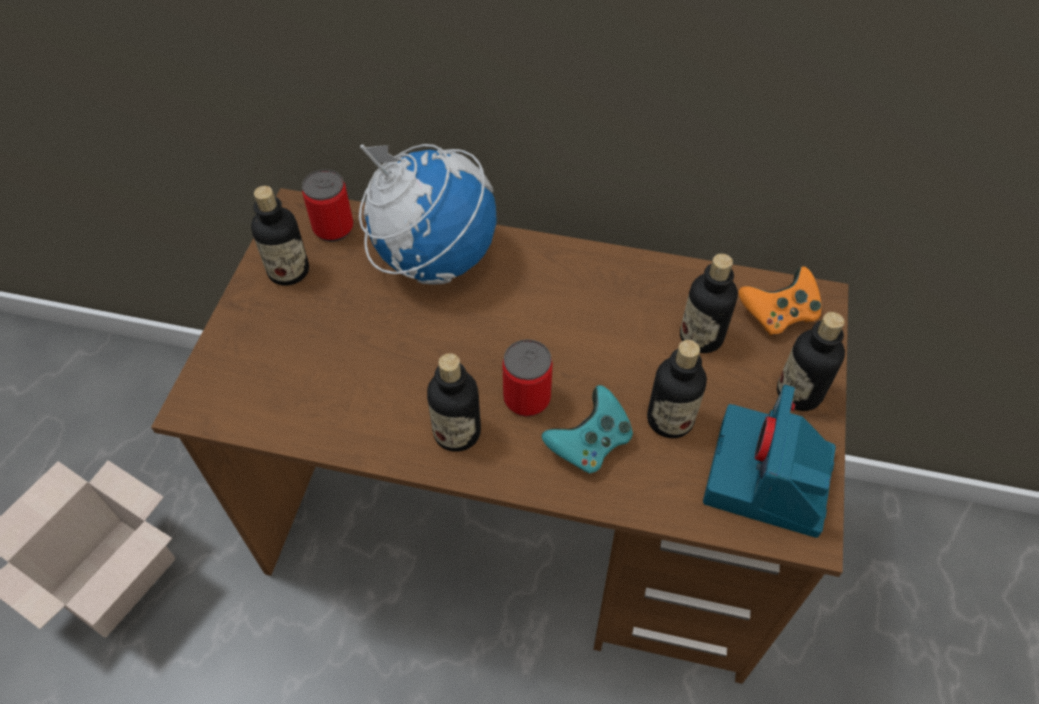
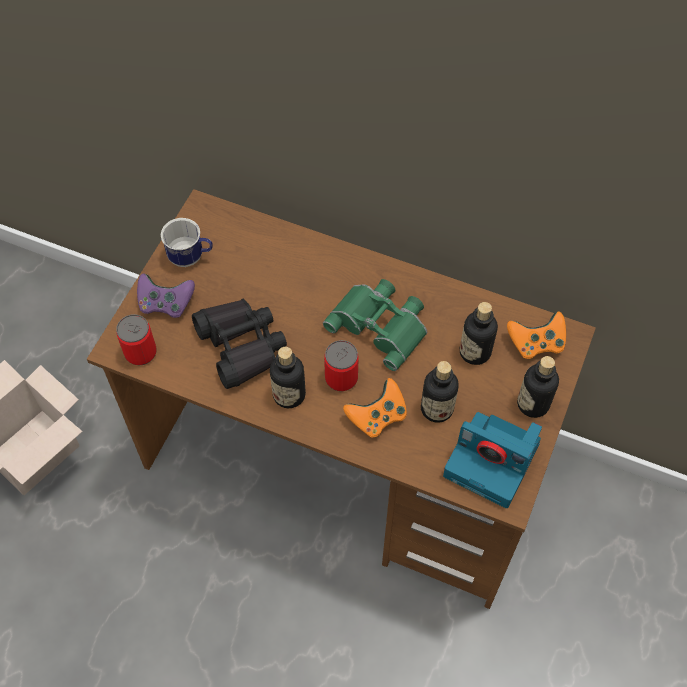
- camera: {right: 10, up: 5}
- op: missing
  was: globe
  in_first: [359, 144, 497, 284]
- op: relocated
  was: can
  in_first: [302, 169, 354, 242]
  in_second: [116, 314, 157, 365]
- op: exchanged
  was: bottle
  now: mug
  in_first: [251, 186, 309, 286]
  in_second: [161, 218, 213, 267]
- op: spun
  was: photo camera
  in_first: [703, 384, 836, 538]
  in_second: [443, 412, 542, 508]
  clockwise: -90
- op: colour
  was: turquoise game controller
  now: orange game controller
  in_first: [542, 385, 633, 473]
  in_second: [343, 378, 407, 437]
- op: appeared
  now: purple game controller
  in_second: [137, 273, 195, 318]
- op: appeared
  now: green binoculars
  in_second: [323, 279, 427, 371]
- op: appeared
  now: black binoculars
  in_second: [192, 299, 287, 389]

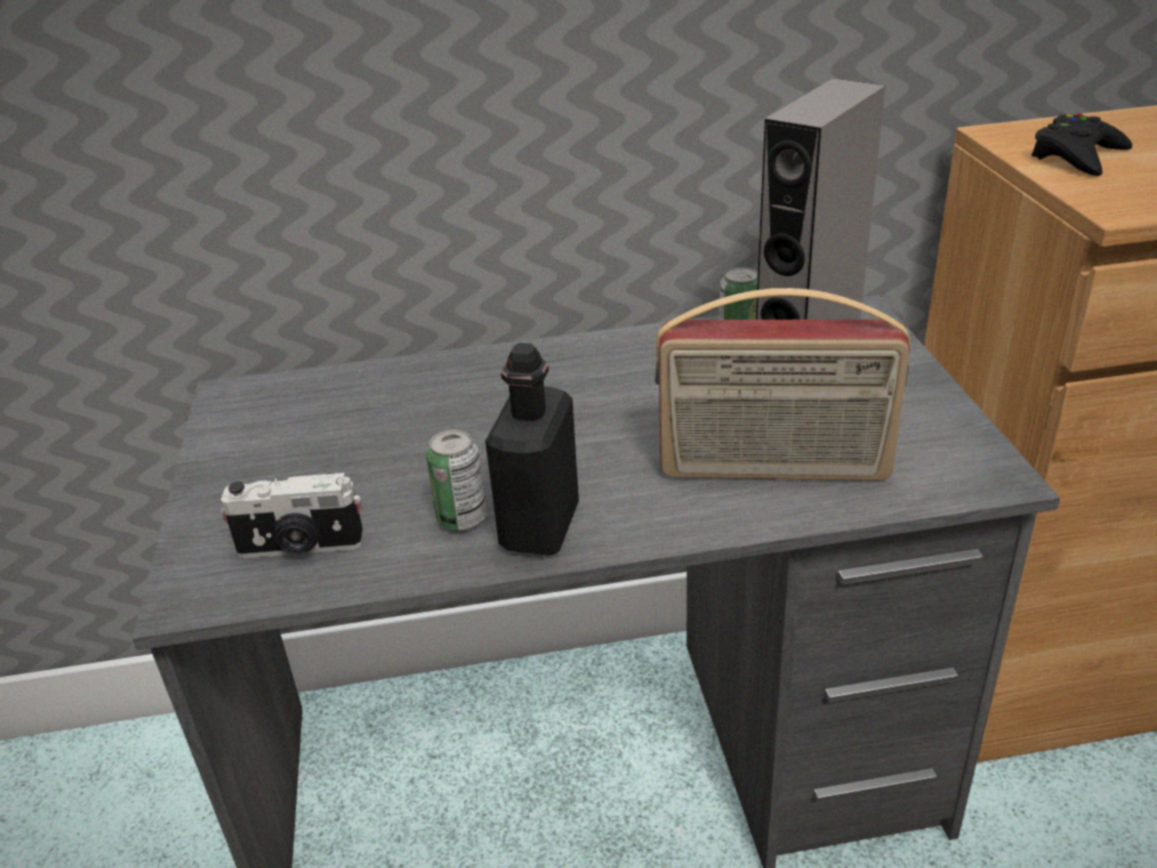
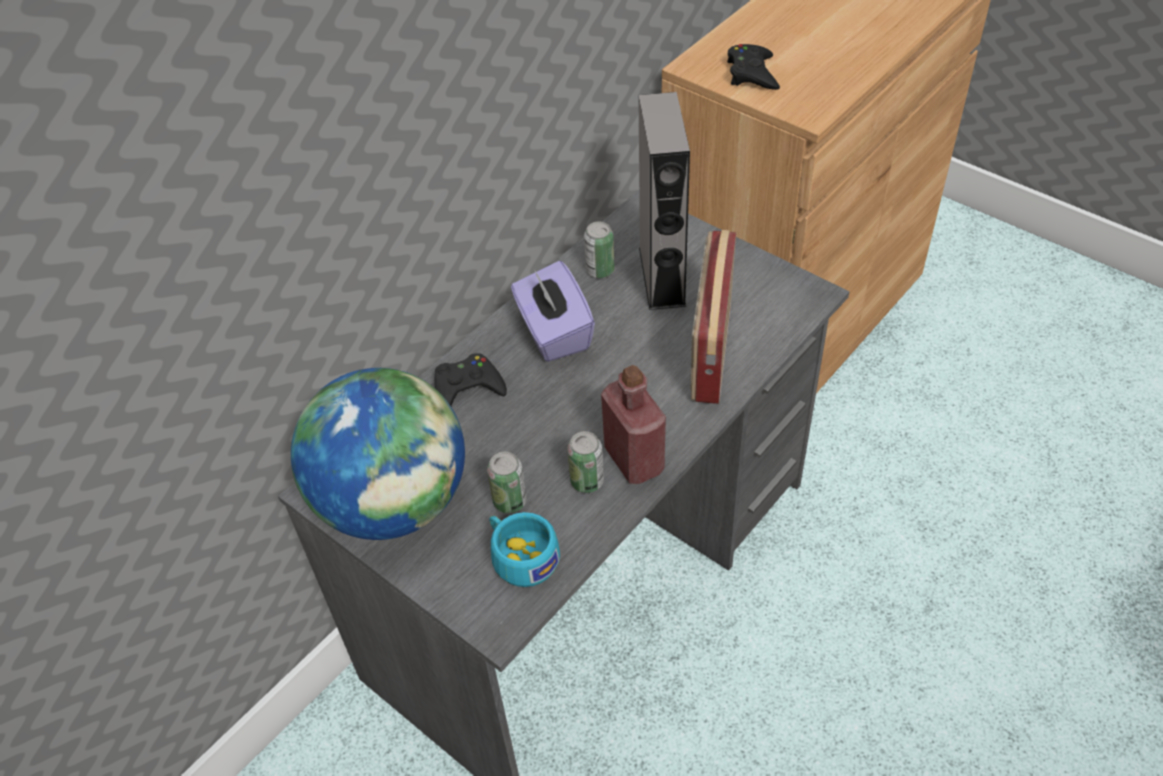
- camera: {right: -40, up: 15}
- op: spun
  was: radio
  in_first: [655, 288, 910, 481]
  in_second: [690, 230, 736, 404]
  clockwise: 135
- op: colour
  was: black bottle
  now: red bottle
  in_first: [485, 343, 579, 556]
  in_second: [601, 365, 666, 484]
- op: exchanged
  was: photo camera
  now: turquoise cup
  in_first: [221, 473, 364, 558]
  in_second: [489, 512, 560, 587]
- op: appeared
  now: purple tissue box
  in_second: [511, 261, 595, 362]
- op: appeared
  now: black game controller
  in_second: [435, 353, 507, 406]
- op: appeared
  now: globe
  in_second: [291, 368, 465, 540]
- op: appeared
  now: can
  in_second: [487, 452, 527, 513]

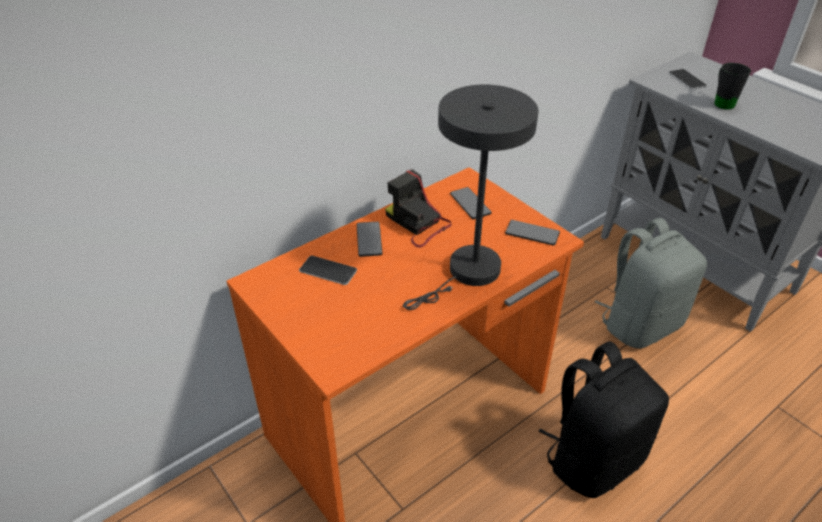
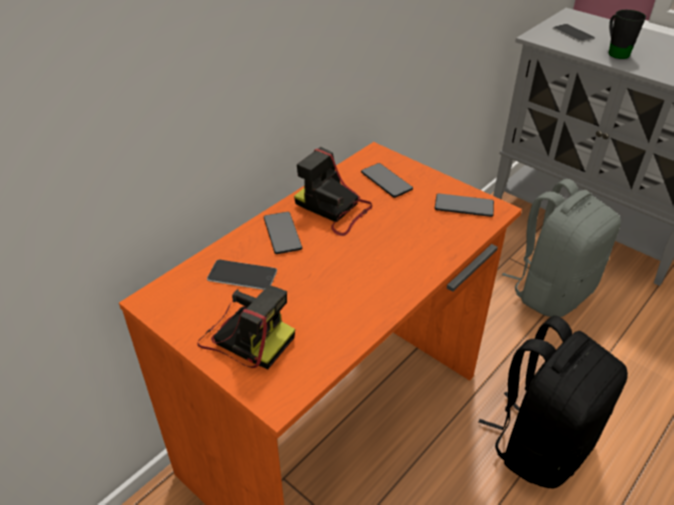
- camera: {right: -10, up: 0}
- op: missing
  was: grey table lamp
  in_first: [403, 84, 539, 310]
- op: appeared
  now: photo camera
  in_second: [197, 285, 295, 369]

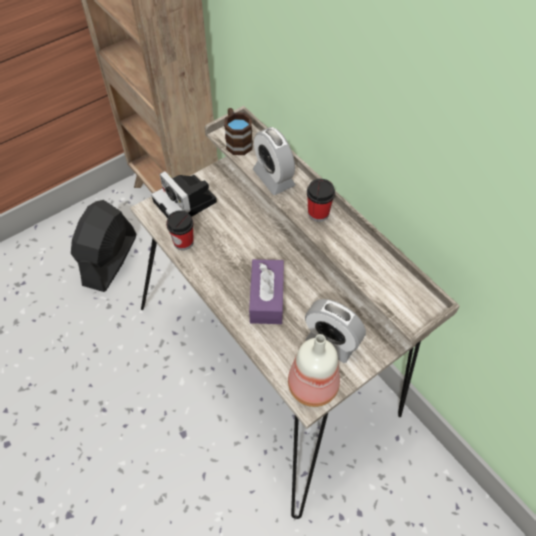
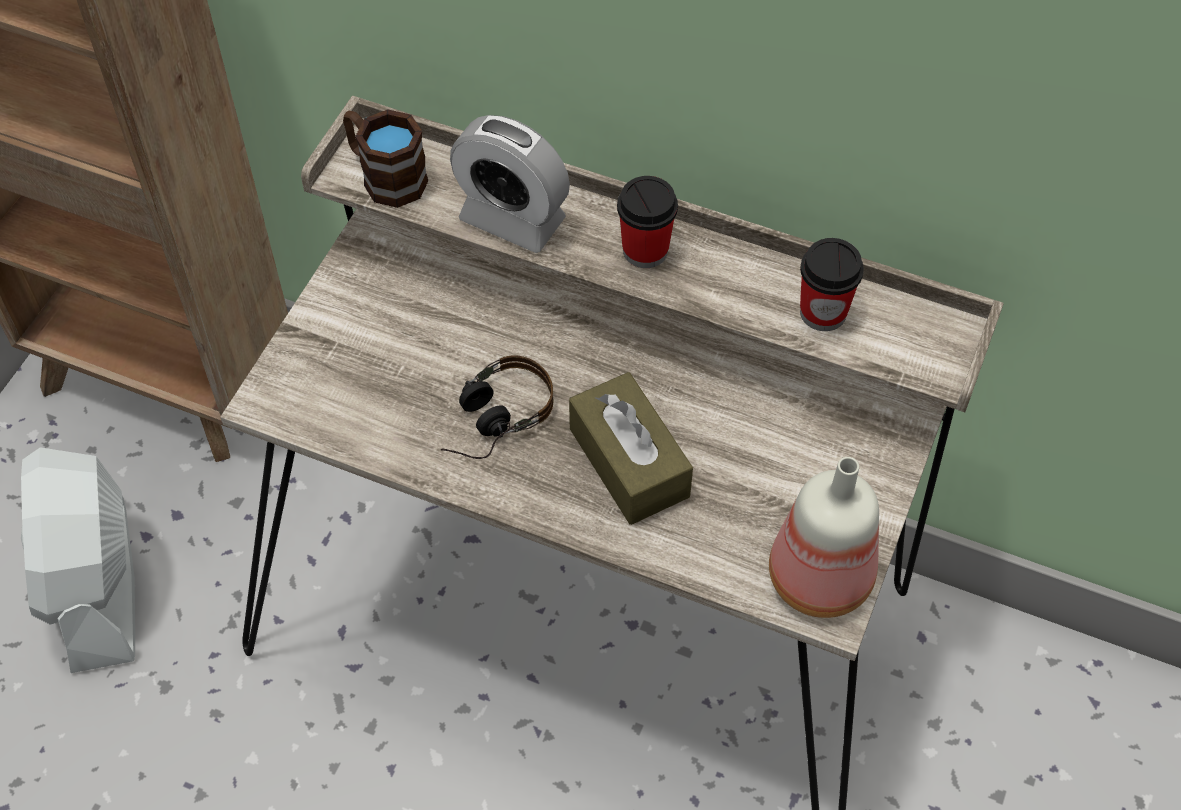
- camera: {right: -30, up: 0}
- op: missing
  was: photo camera
  in_first: [151, 171, 217, 218]
- op: colour
  was: black fan
  now: white fan
  in_first: [71, 200, 136, 292]
  in_second: [21, 447, 135, 673]
- op: relocated
  was: cup
  in_first: [166, 210, 194, 250]
  in_second: [800, 238, 864, 331]
- op: colour
  was: purple tissue box
  now: brown tissue box
  in_first: [249, 259, 284, 324]
  in_second: [569, 372, 693, 525]
- op: missing
  was: alarm clock
  in_first: [305, 299, 366, 363]
- op: appeared
  now: headphones
  in_second: [441, 355, 554, 459]

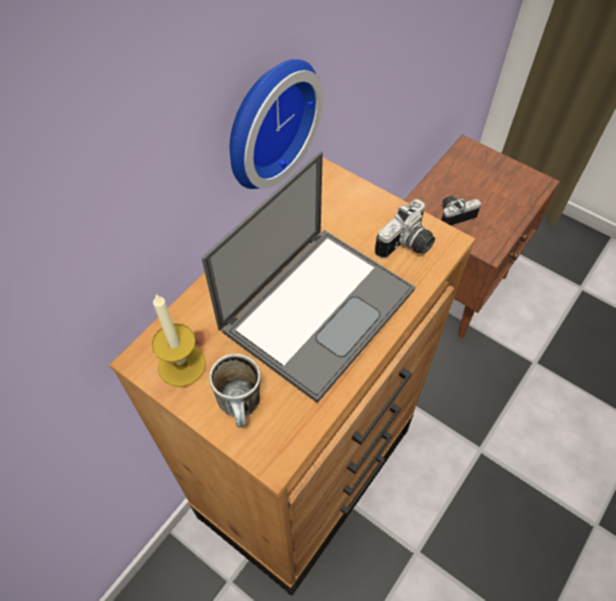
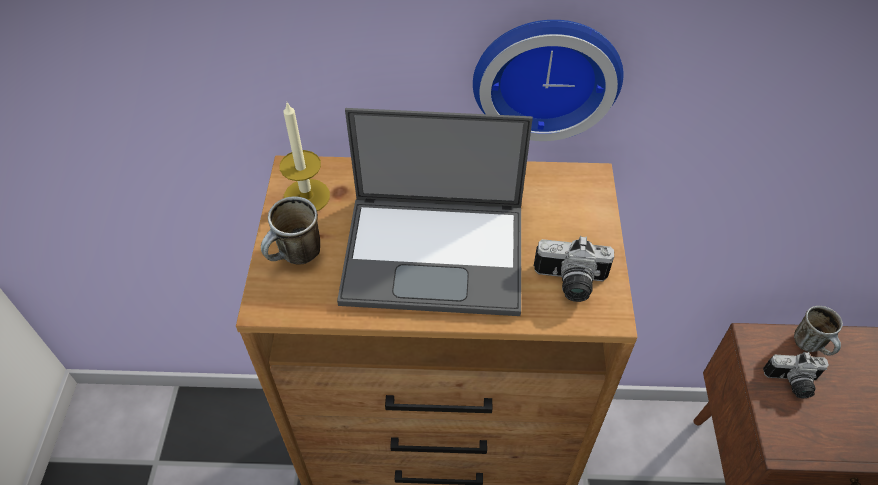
- camera: {right: 55, up: -5}
- op: spun
  was: photo camera
  in_first: [441, 196, 481, 226]
  in_second: [763, 352, 829, 398]
  clockwise: 150
- op: appeared
  now: mug
  in_second: [794, 306, 843, 356]

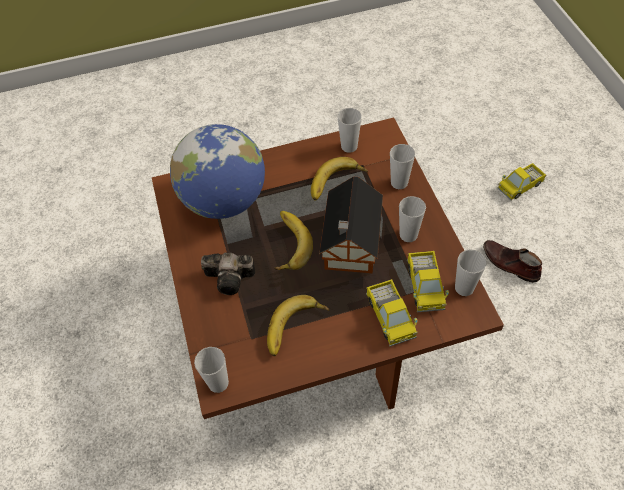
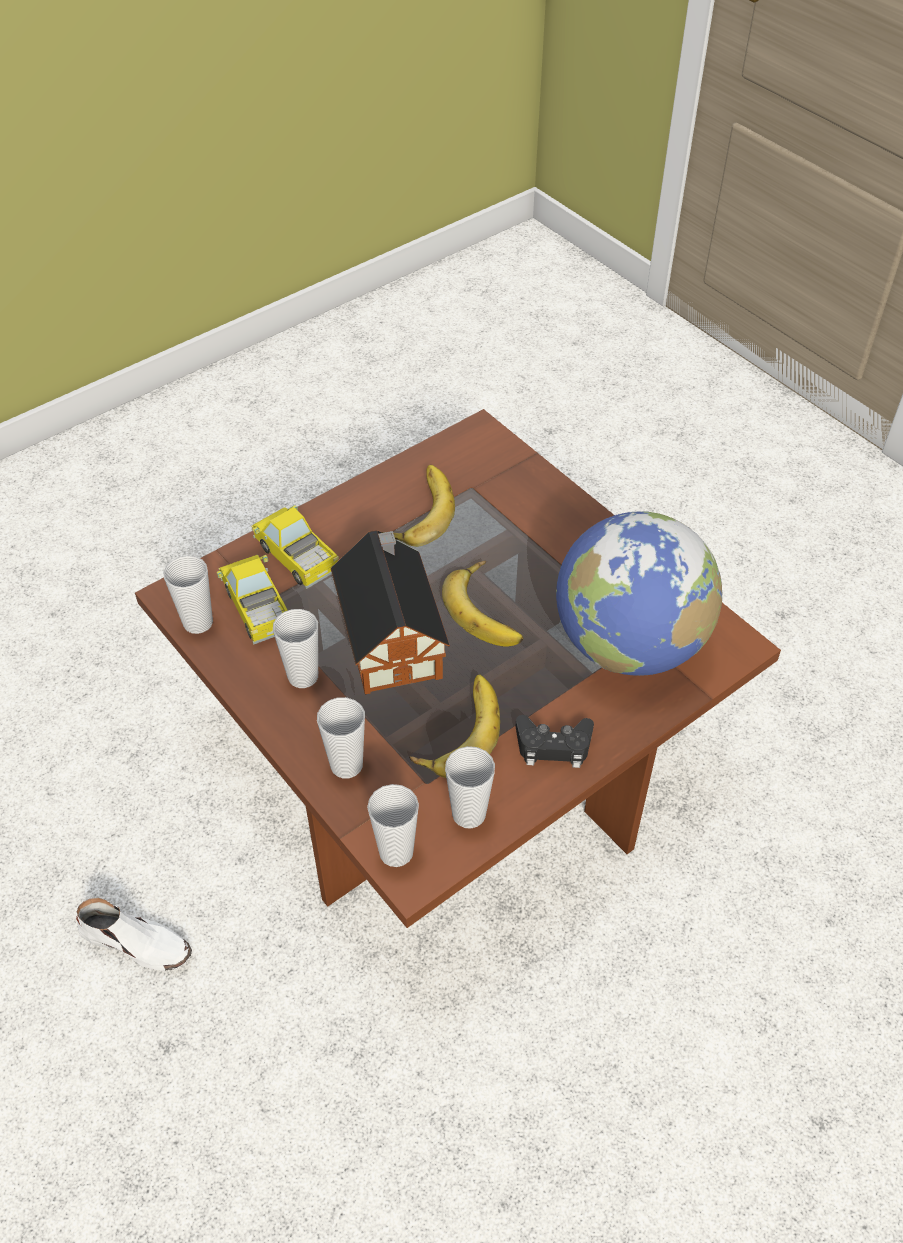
- camera: {right: 155, up: -5}
- op: missing
  was: toy truck
  in_first: [497, 163, 547, 201]
- op: colour
  was: brown shoe
  now: white shoe
  in_first: [483, 240, 542, 283]
  in_second: [76, 898, 192, 971]
- op: missing
  was: photo camera
  in_first: [201, 253, 255, 295]
- op: relocated
  was: cup
  in_first: [194, 347, 229, 393]
  in_second: [367, 784, 419, 867]
- op: appeared
  now: black game controller
  in_second: [515, 715, 594, 768]

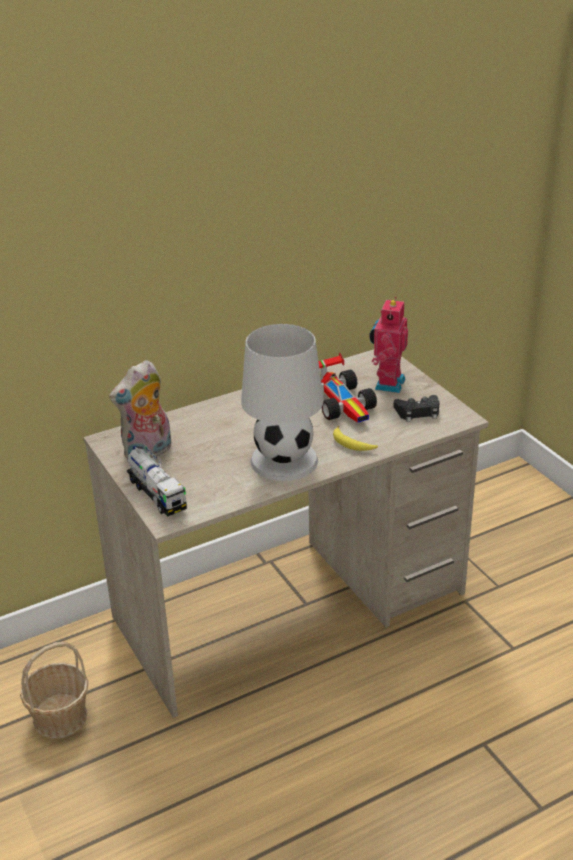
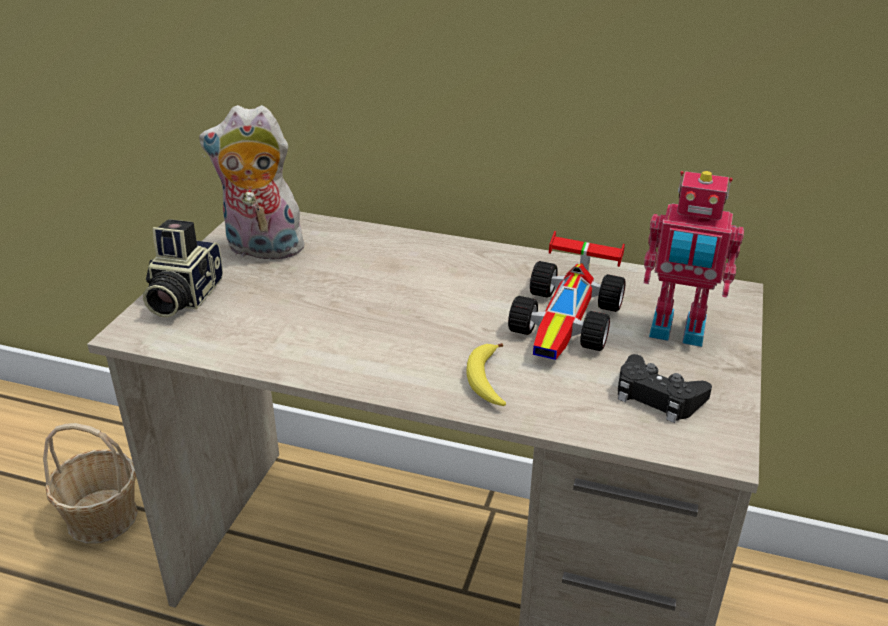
- camera: {right: 45, up: 0}
- op: spun
  was: toy robot
  in_first: [369, 297, 408, 393]
  in_second: [643, 171, 744, 347]
  clockwise: -135
- op: missing
  was: white table lamp
  in_first: [241, 324, 324, 481]
- op: exchanged
  was: toy truck
  now: photo camera
  in_first: [127, 446, 187, 517]
  in_second: [143, 219, 223, 317]

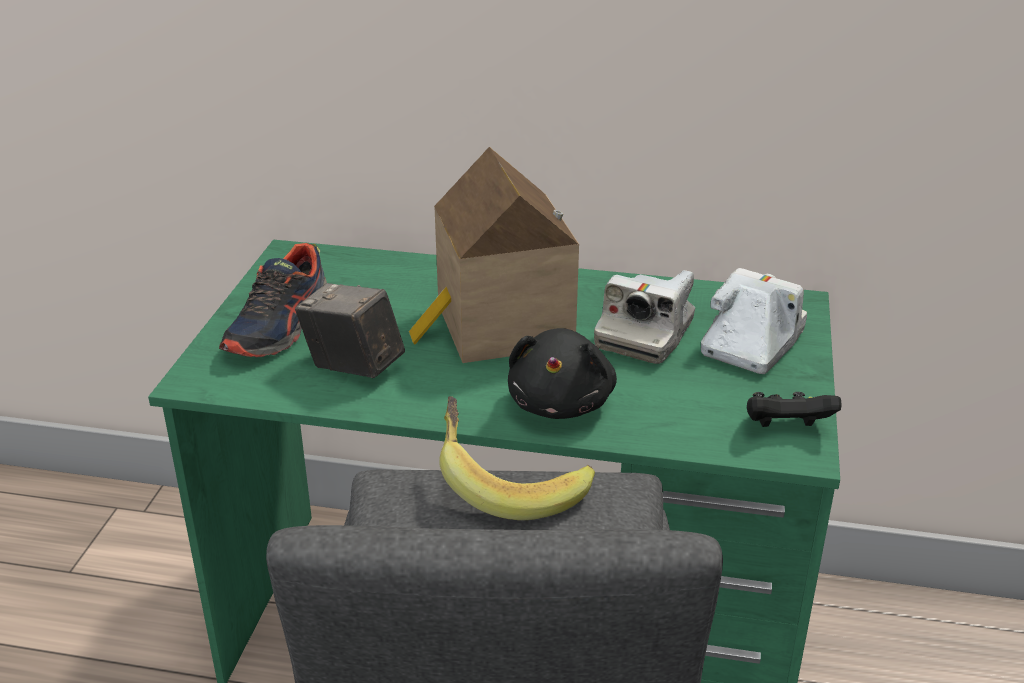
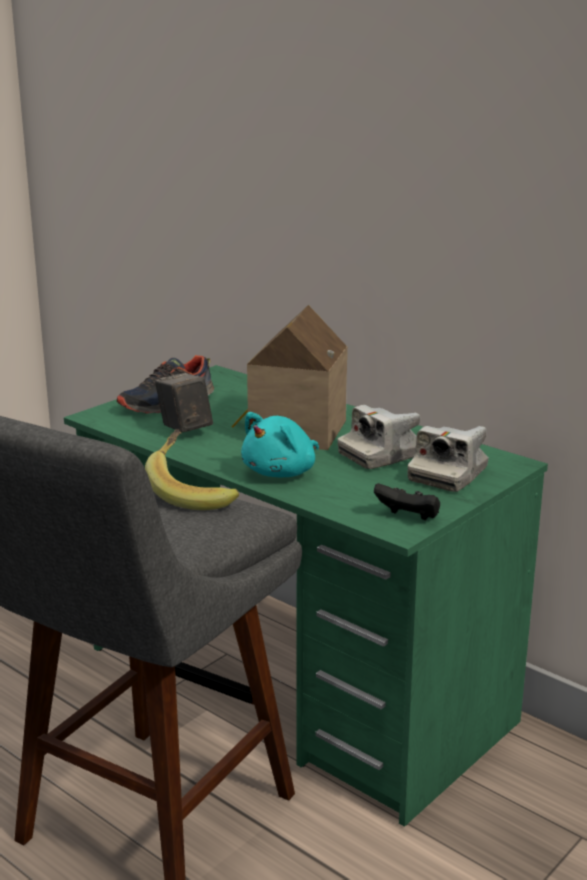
- camera: {right: 30, up: -10}
- op: spun
  was: photo camera
  in_first: [701, 268, 807, 374]
  in_second: [407, 426, 489, 492]
  clockwise: 150
- op: colour
  was: black plush toy
  now: turquoise plush toy
  in_first: [508, 328, 617, 419]
  in_second: [241, 412, 319, 477]

